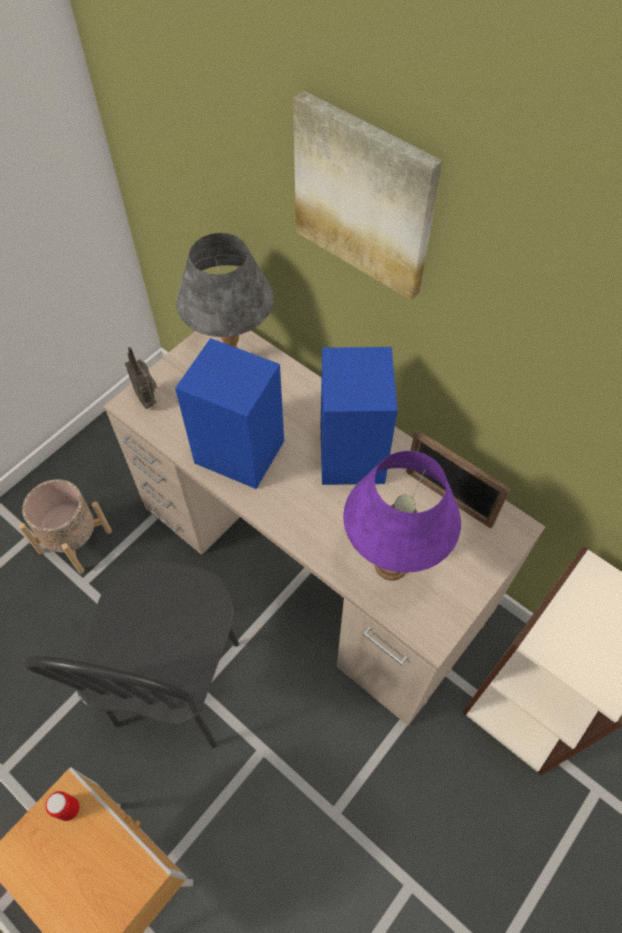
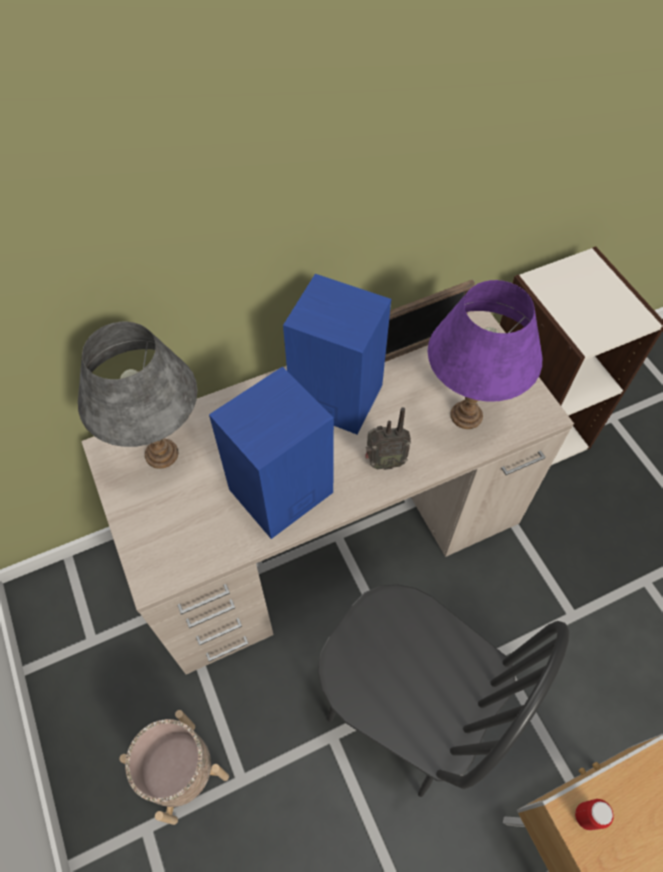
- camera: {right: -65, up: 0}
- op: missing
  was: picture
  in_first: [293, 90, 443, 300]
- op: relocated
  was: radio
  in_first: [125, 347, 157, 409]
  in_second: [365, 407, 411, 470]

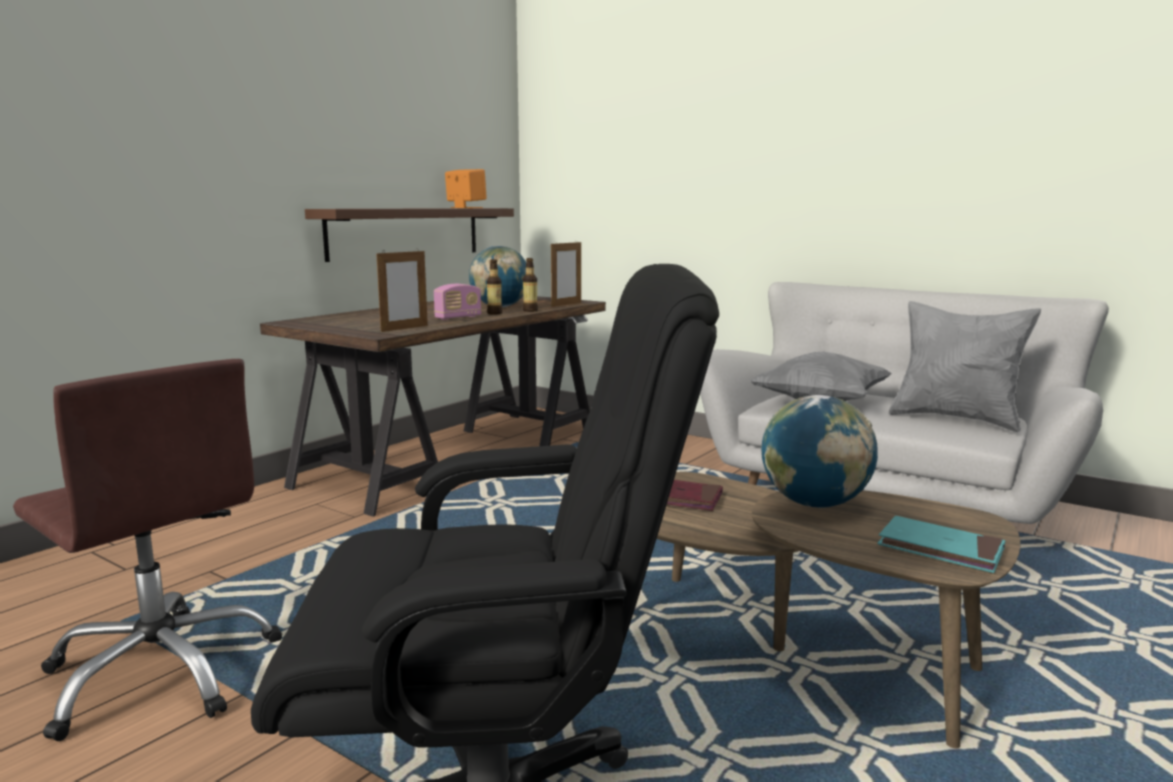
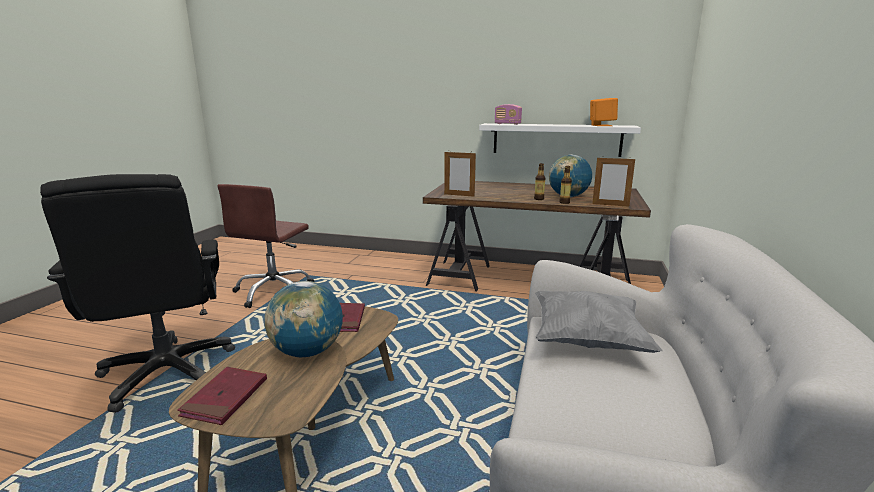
- camera: {right: 70, up: 5}
- op: colour
  was: brown shelf
  now: white shelf
  in_first: [305, 208, 514, 262]
  in_second: [479, 123, 641, 157]
- op: relocated
  was: radio
  in_first: [434, 284, 481, 320]
  in_second: [495, 104, 522, 125]
- op: missing
  was: grey pillow
  in_first: [889, 301, 1041, 433]
- op: colour
  was: turquoise book
  now: red book
  in_first: [877, 516, 1005, 573]
  in_second: [177, 367, 267, 425]

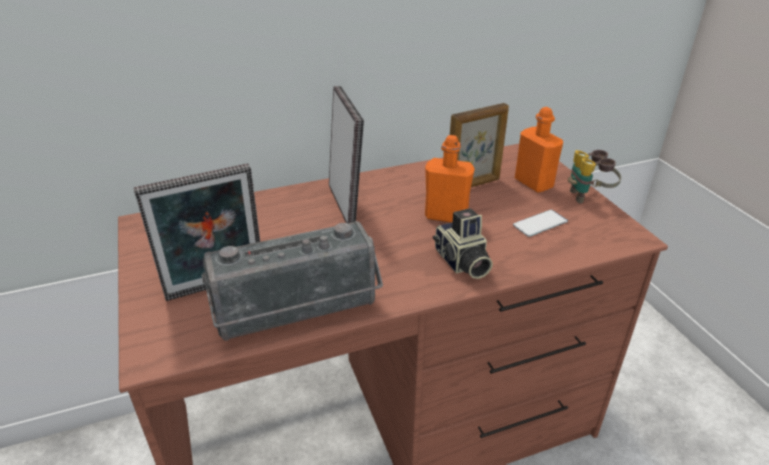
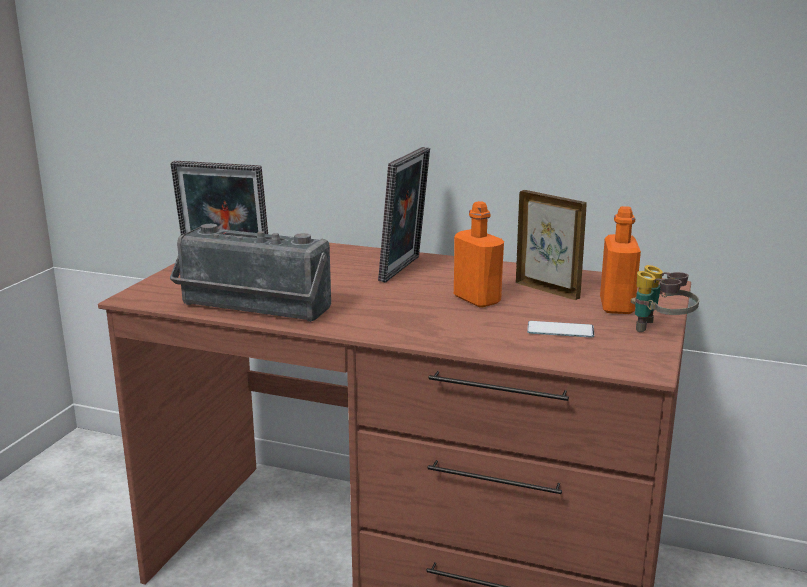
- camera: {right: 40, up: -15}
- op: spun
  was: picture frame
  in_first: [450, 103, 509, 187]
  in_second: [516, 190, 587, 300]
  clockwise: -150
- op: missing
  was: photo camera
  in_first: [433, 208, 493, 279]

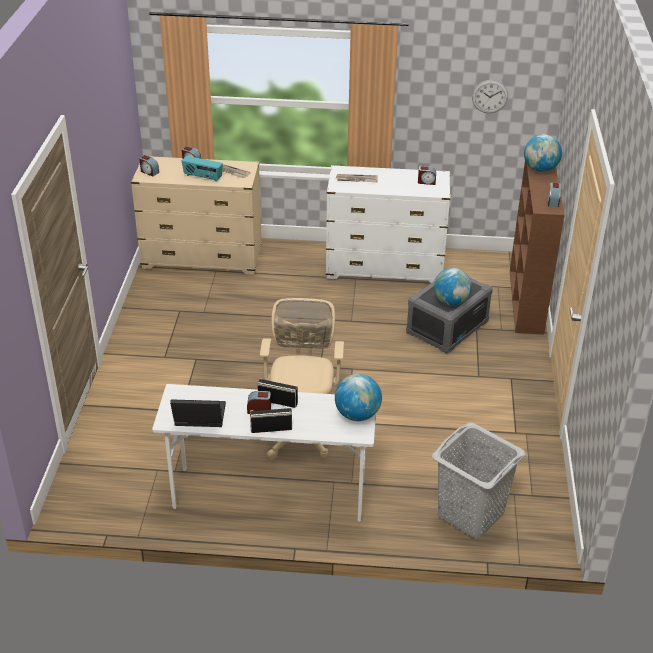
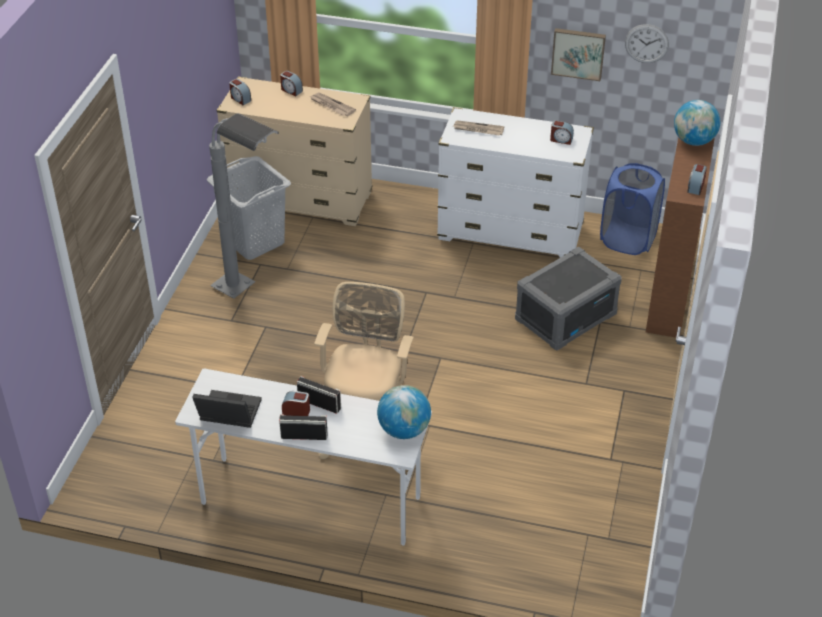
- camera: {right: 10, up: 5}
- op: missing
  was: radio
  in_first: [182, 156, 223, 182]
- op: missing
  was: globe
  in_first: [434, 268, 472, 306]
- op: relocated
  was: grey laundry basket
  in_first: [432, 423, 526, 539]
  in_second: [207, 156, 291, 260]
- op: appeared
  now: picture
  in_second: [551, 28, 606, 81]
- op: appeared
  now: grey floor lamp
  in_second: [209, 113, 279, 299]
- op: appeared
  now: blue laundry basket
  in_second: [600, 163, 665, 255]

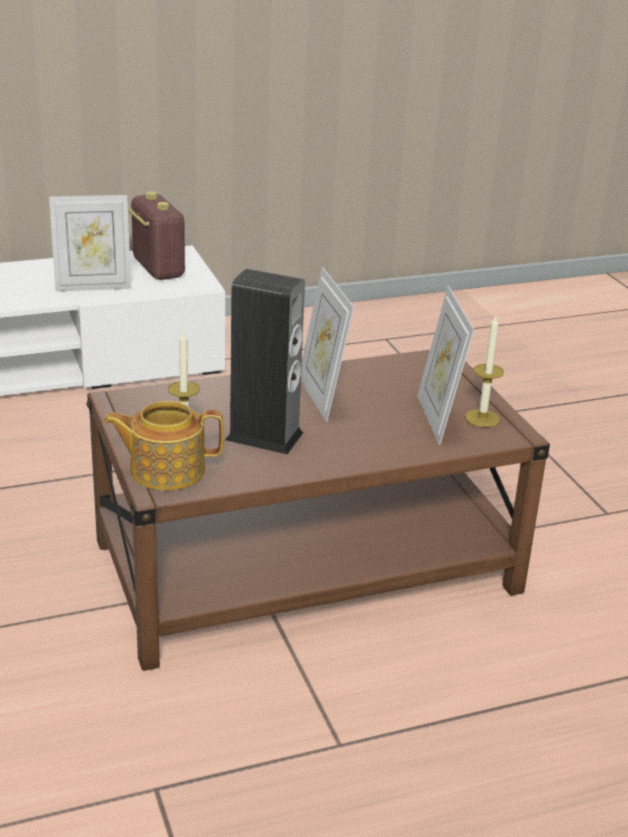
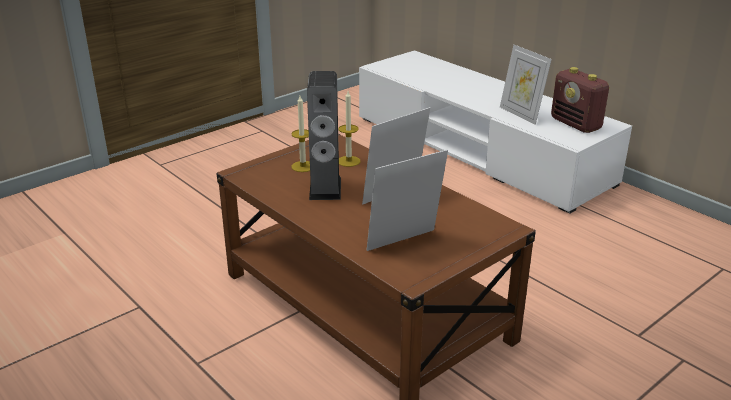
- camera: {right: 70, up: 0}
- op: spun
  was: radio
  in_first: [128, 192, 185, 280]
  in_second: [551, 67, 610, 133]
  clockwise: 105
- op: relocated
  was: candle
  in_first: [465, 316, 504, 427]
  in_second: [338, 91, 360, 167]
- op: missing
  was: teapot
  in_first: [103, 401, 224, 491]

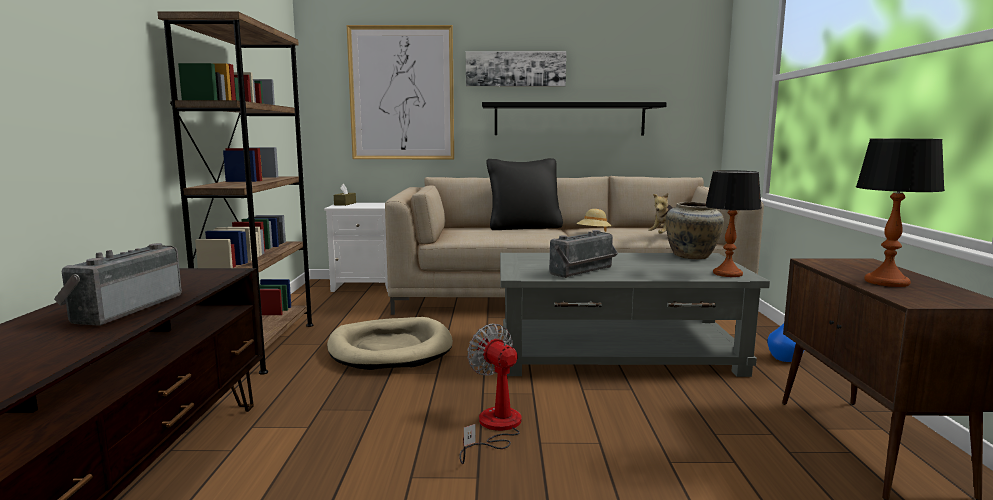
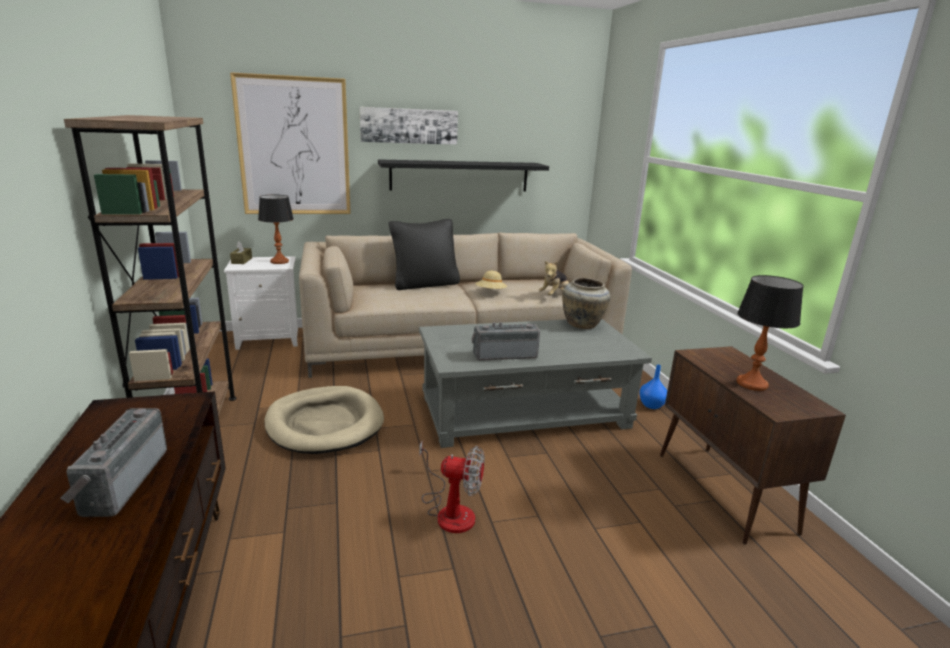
- camera: {right: -15, up: 10}
- op: relocated
  was: table lamp
  in_first: [705, 170, 762, 277]
  in_second: [258, 195, 294, 264]
- op: spun
  was: radio
  in_first: [549, 230, 618, 278]
  in_second: [471, 322, 540, 361]
  clockwise: -135
- op: spun
  was: fan
  in_first: [459, 323, 522, 464]
  in_second: [420, 440, 485, 533]
  clockwise: 150

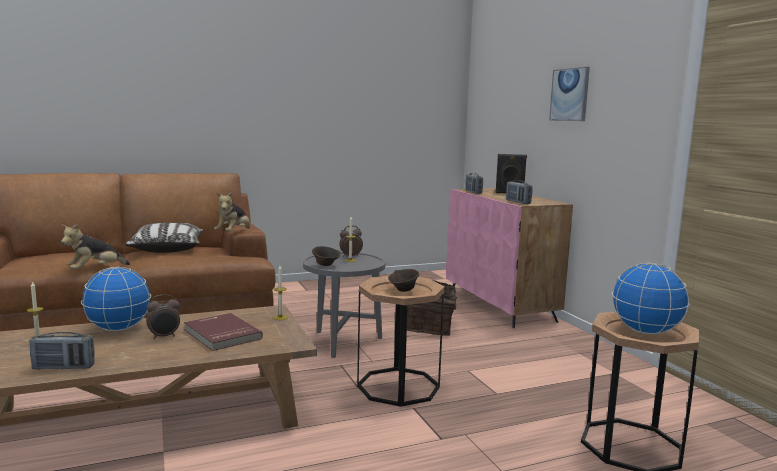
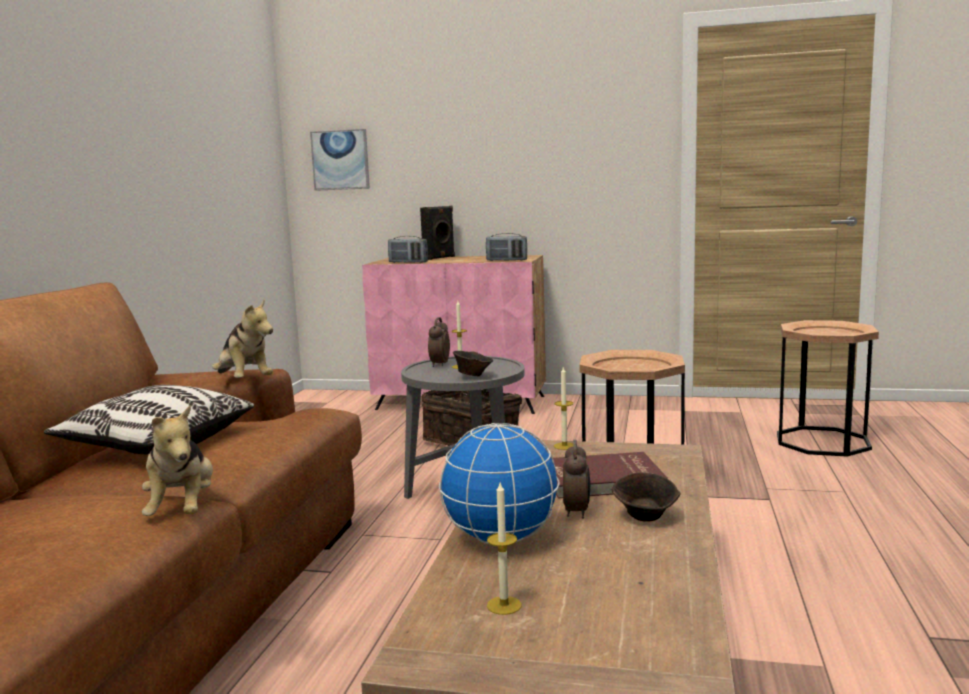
- camera: {right: -55, up: 0}
- op: relocated
  was: picture
  in_first: [549, 67, 590, 121]
  in_second: [310, 129, 370, 191]
- op: missing
  was: globe
  in_first: [612, 263, 690, 334]
- op: relocated
  was: brown bowl
  in_first: [388, 269, 419, 292]
  in_second: [611, 472, 681, 522]
- op: missing
  was: radio
  in_first: [30, 332, 95, 370]

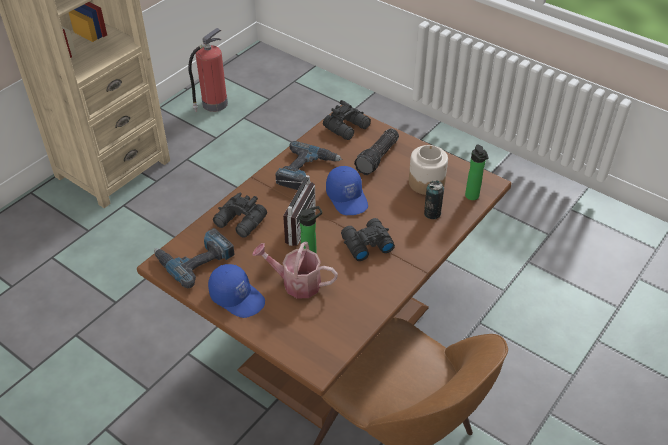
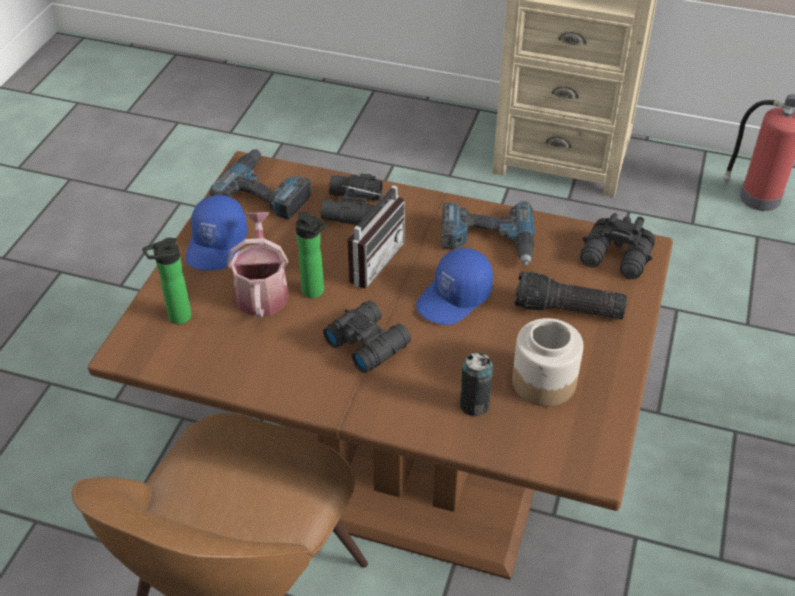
- camera: {right: 70, up: 0}
- op: relocated
  was: bottle
  in_first: [465, 144, 489, 200]
  in_second: [142, 238, 192, 324]
- op: spun
  was: radio
  in_first: [275, 175, 316, 246]
  in_second: [343, 185, 405, 288]
  clockwise: -60

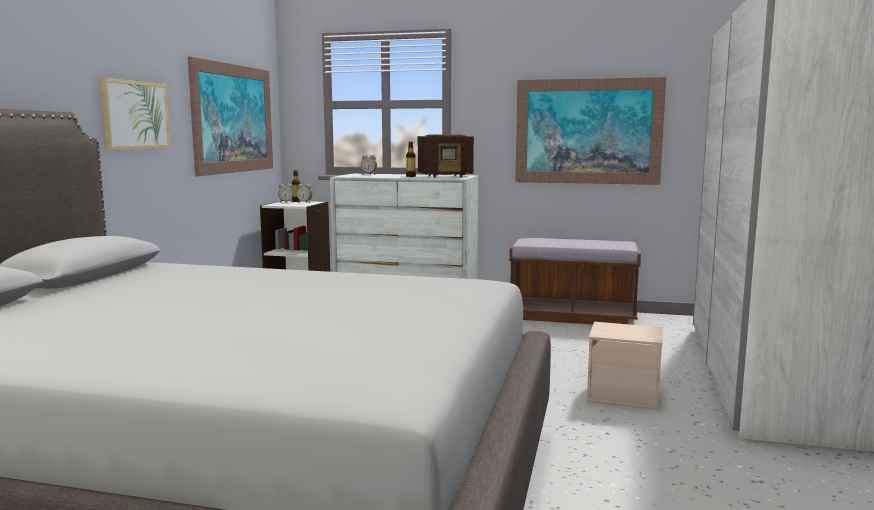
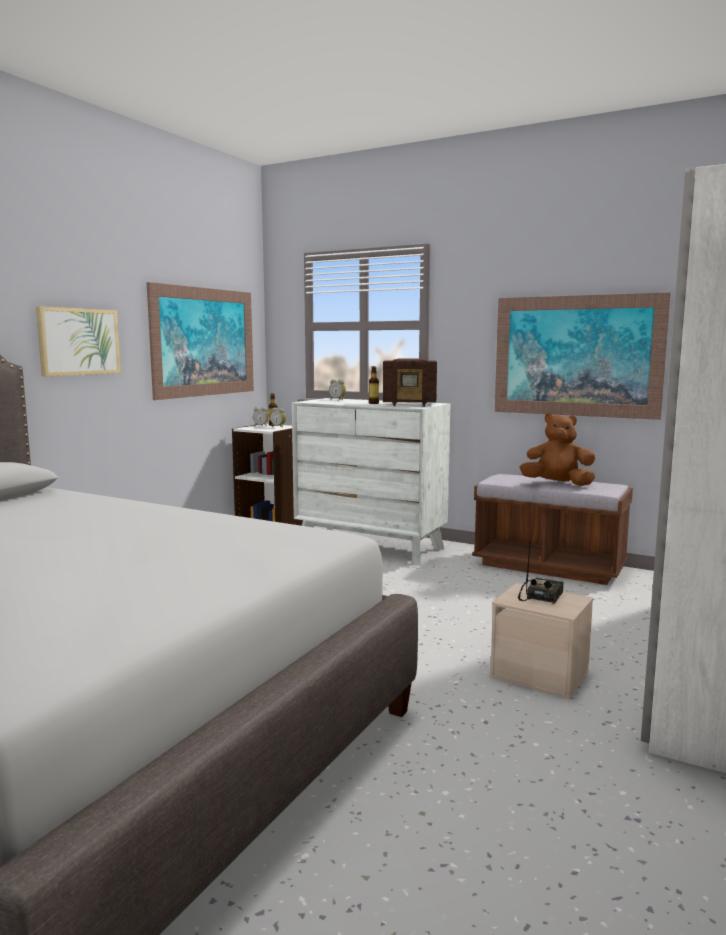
- camera: {right: 15, up: 0}
- op: appeared
  now: brown plush toy
  in_second: [520, 413, 595, 486]
- op: appeared
  now: radio
  in_second: [518, 537, 564, 604]

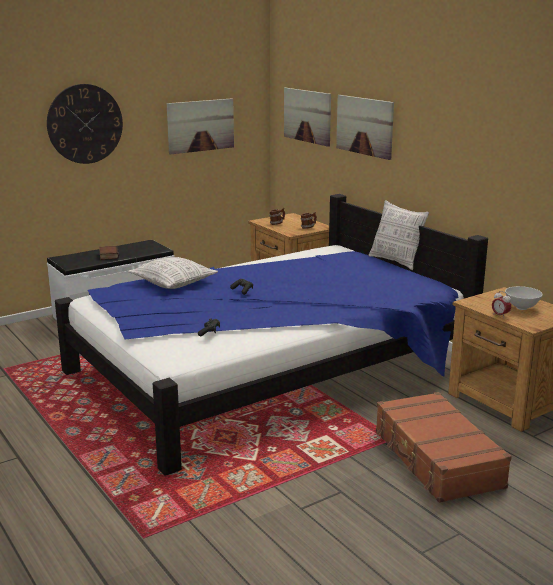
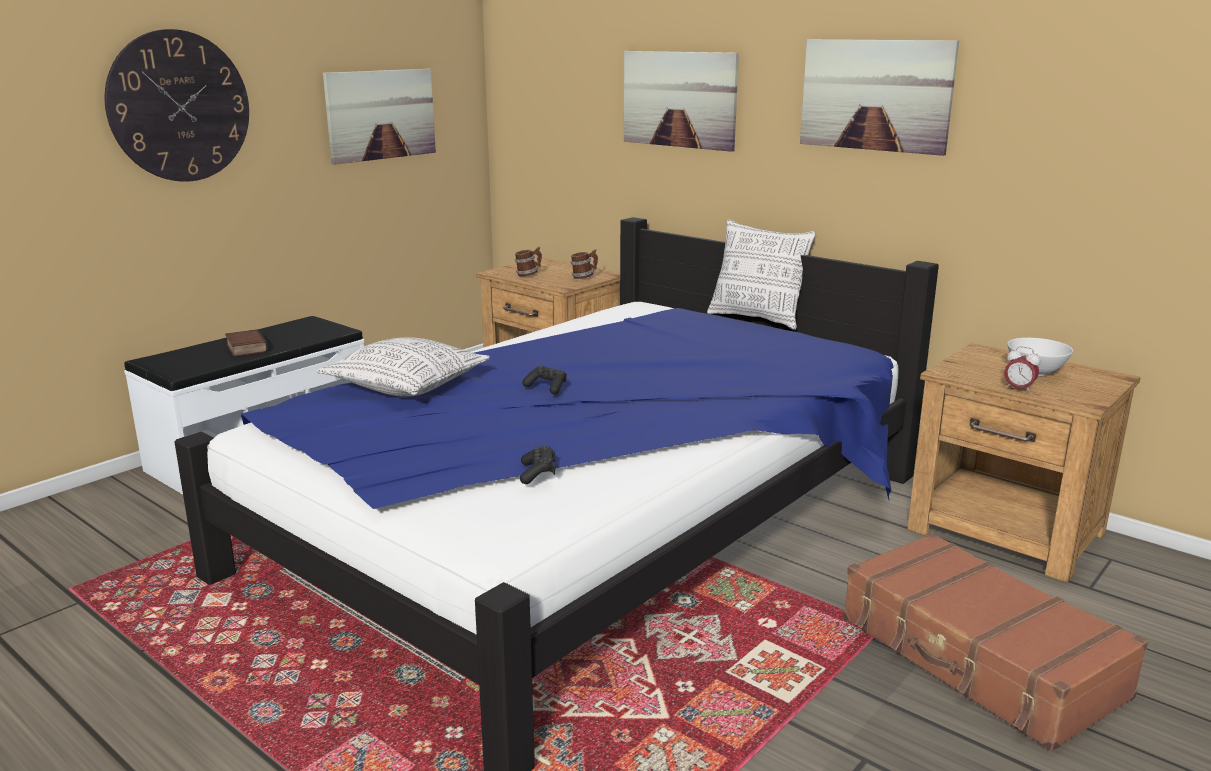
- camera: {right: -15, up: 0}
- op: relocated
  was: picture
  in_first: [284, 88, 331, 147]
  in_second: [800, 39, 959, 156]

